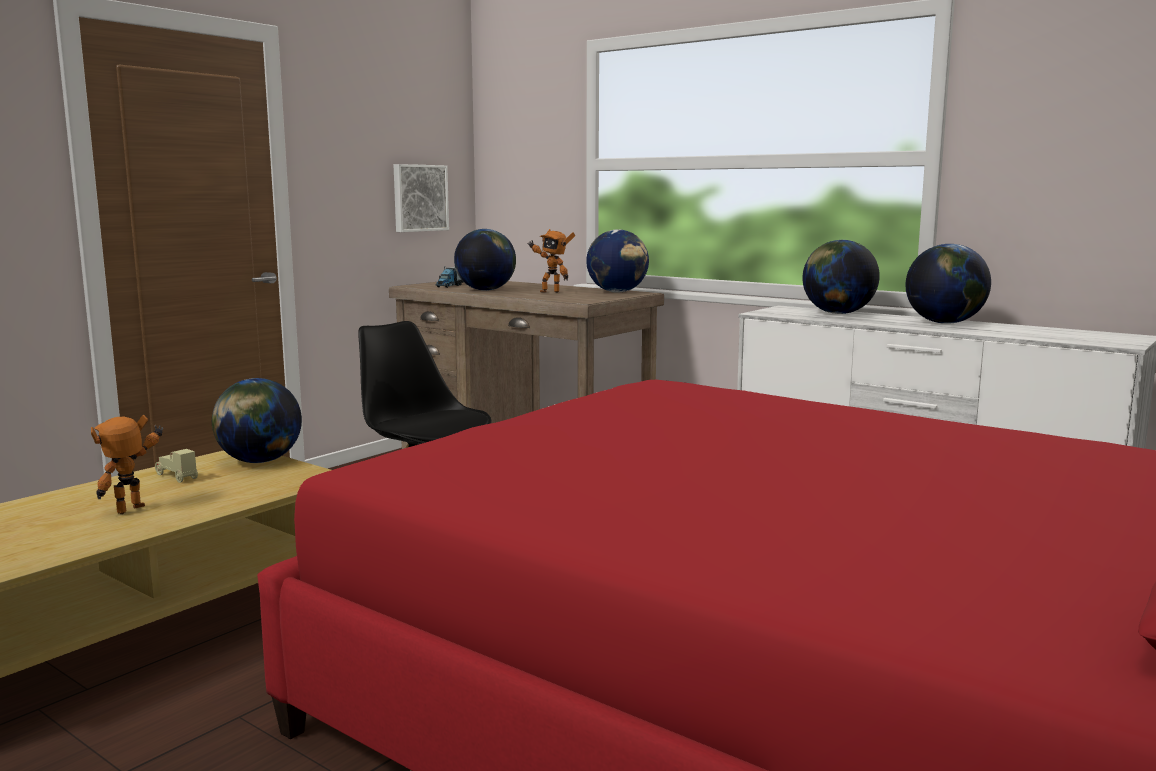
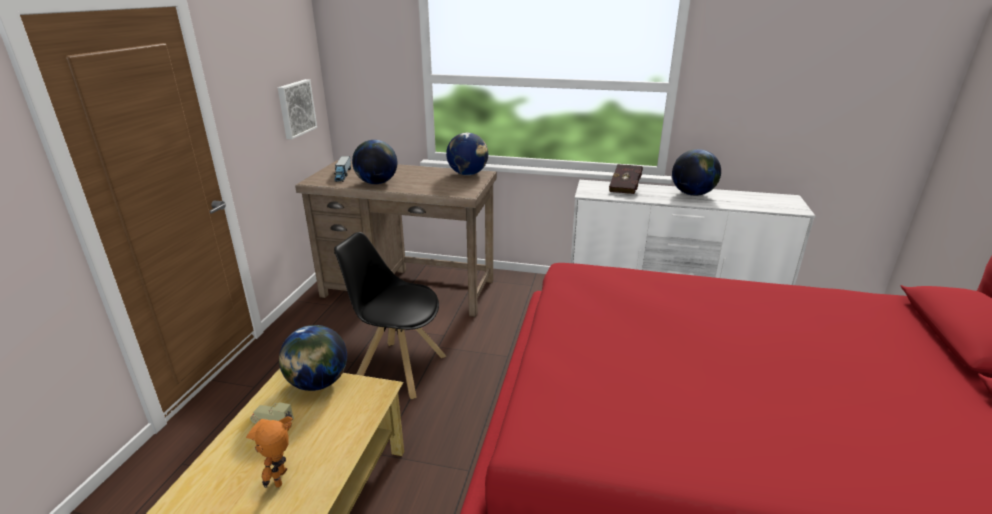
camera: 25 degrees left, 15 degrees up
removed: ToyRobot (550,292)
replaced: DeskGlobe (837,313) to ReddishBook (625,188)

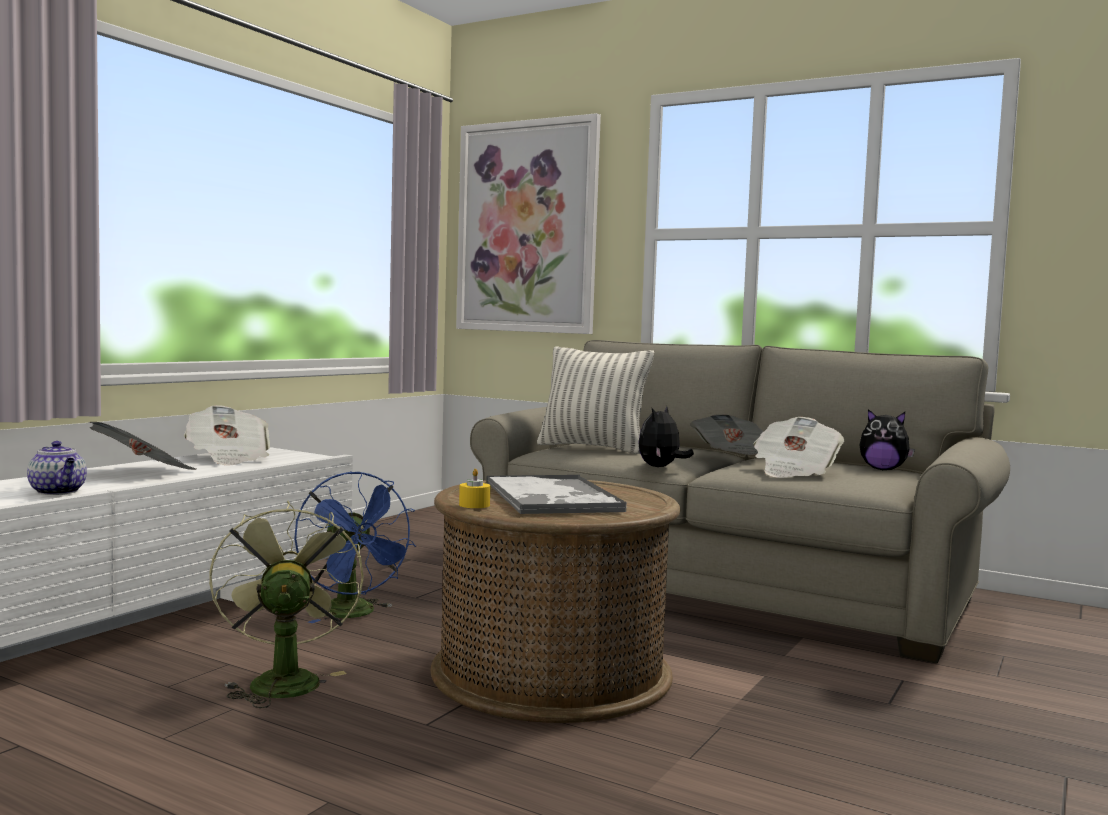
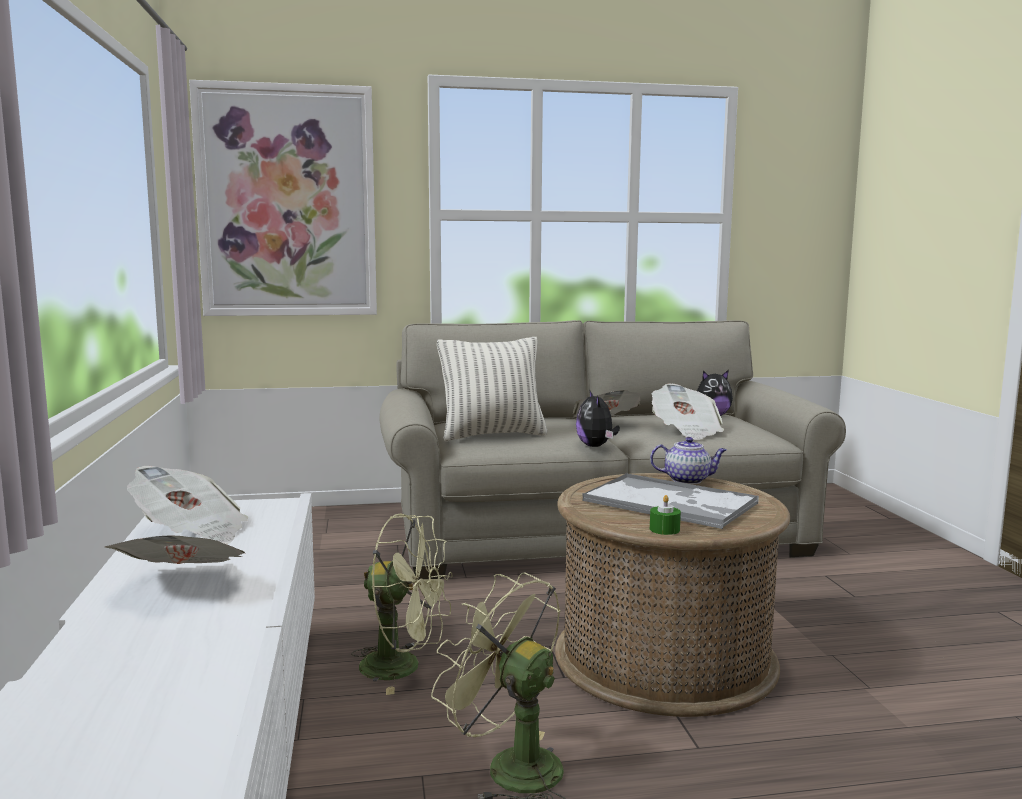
camera: 40 degrees left, 5 degrees up
moved: TeaPot (58,492) to (688,480)
recoloured: BlueCoolingFan (354,614) to GreenColouredCoolingFan (403,667); YellowishWaxCandle (474,505) to GreenColouredWaxCandle (664,529)

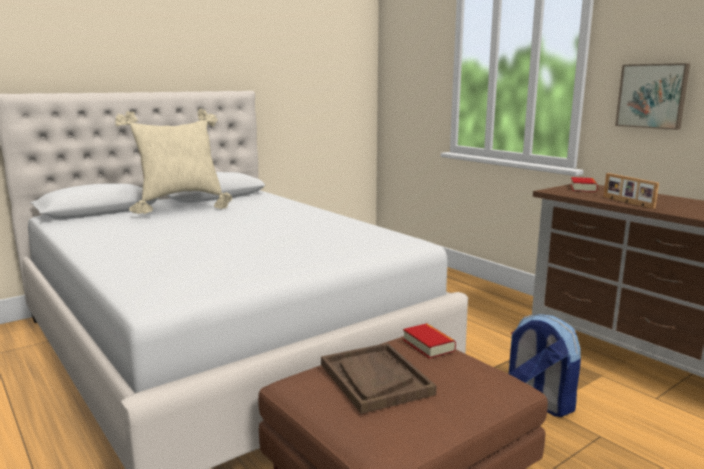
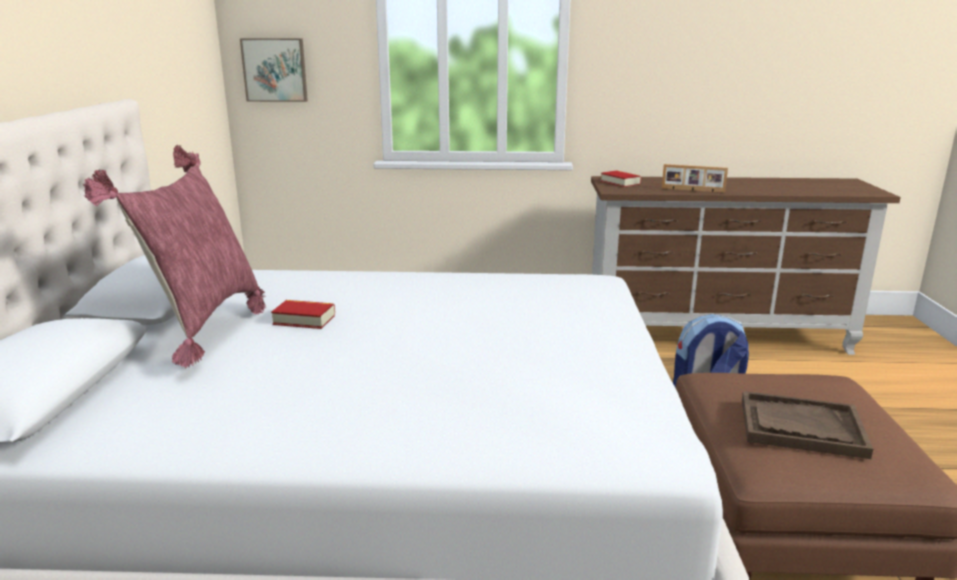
camera: 50 degrees left, 5 degrees up
moved: Book (428,345) to (304,320); WallPicture (652,96) to (275,70)
recoloured: SandColouredPillow (179,210) to ReddishPillow (200,338)

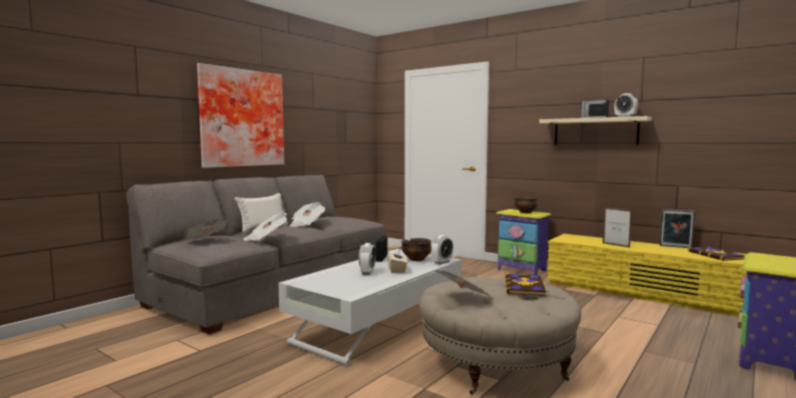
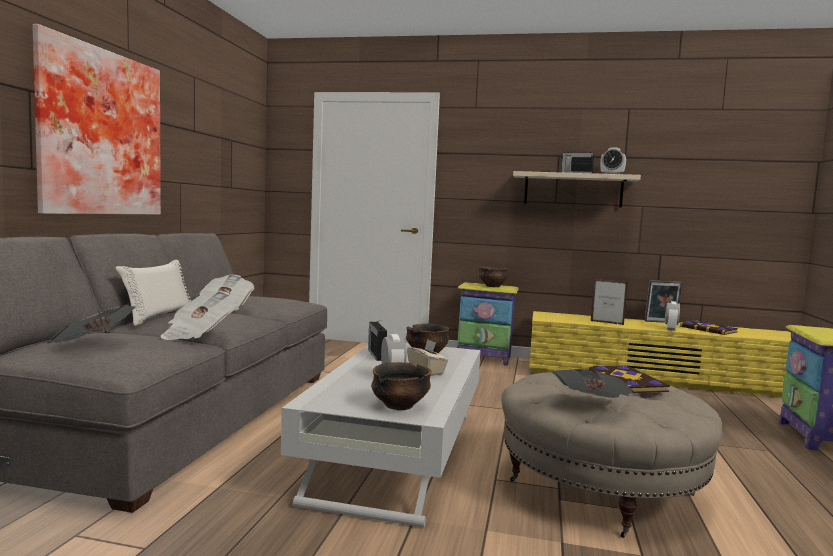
camera: 25 degrees left, 0 degrees up
added: DeepDish (399,406)
moved: AlarmClock (442,262) to (670,329)

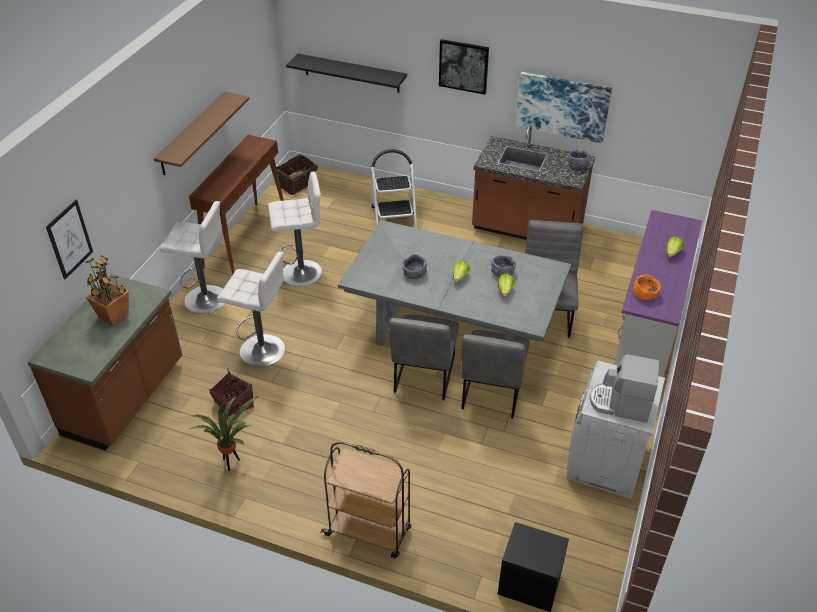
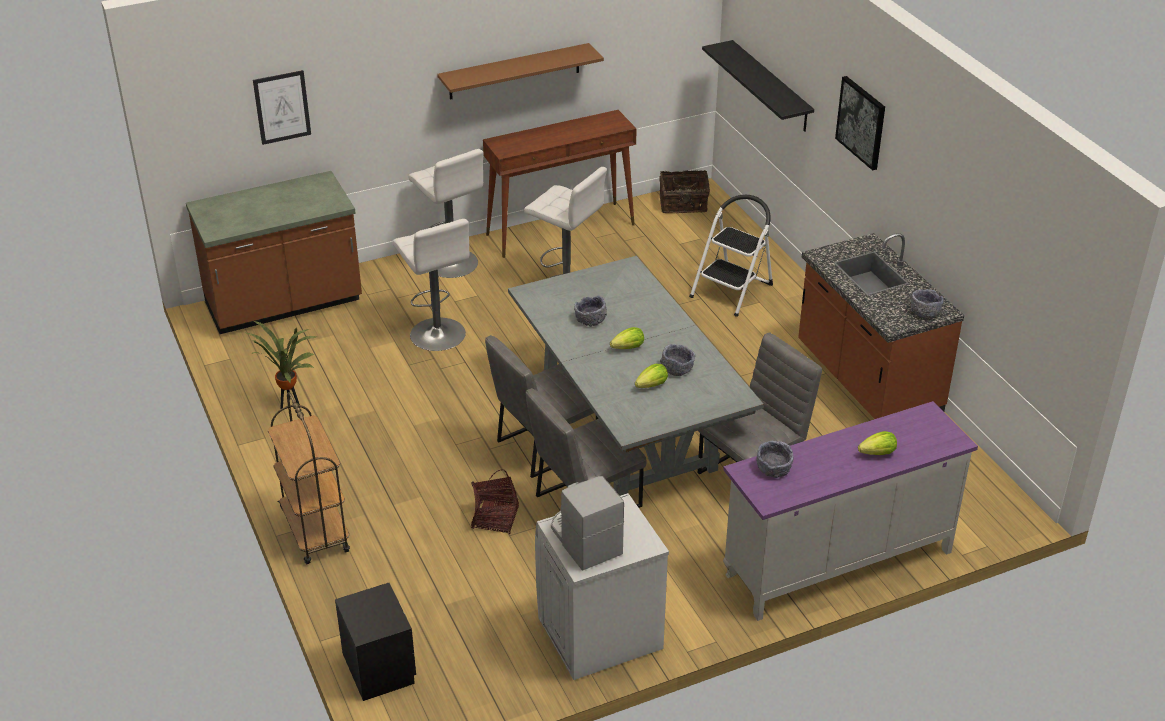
camera: 45 degrees right, 5 degrees down
removed: Houseplant (113,317); WallPicture (562,106)
moved: HouseholdBasket (234,404) to (495,518)
recoloured: OrangeColouredDeepDish (644,294) to GrayDeepDish (774,469)

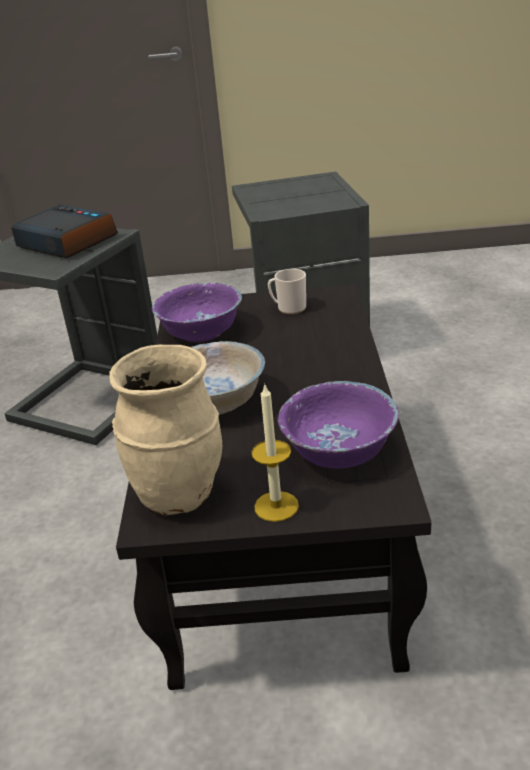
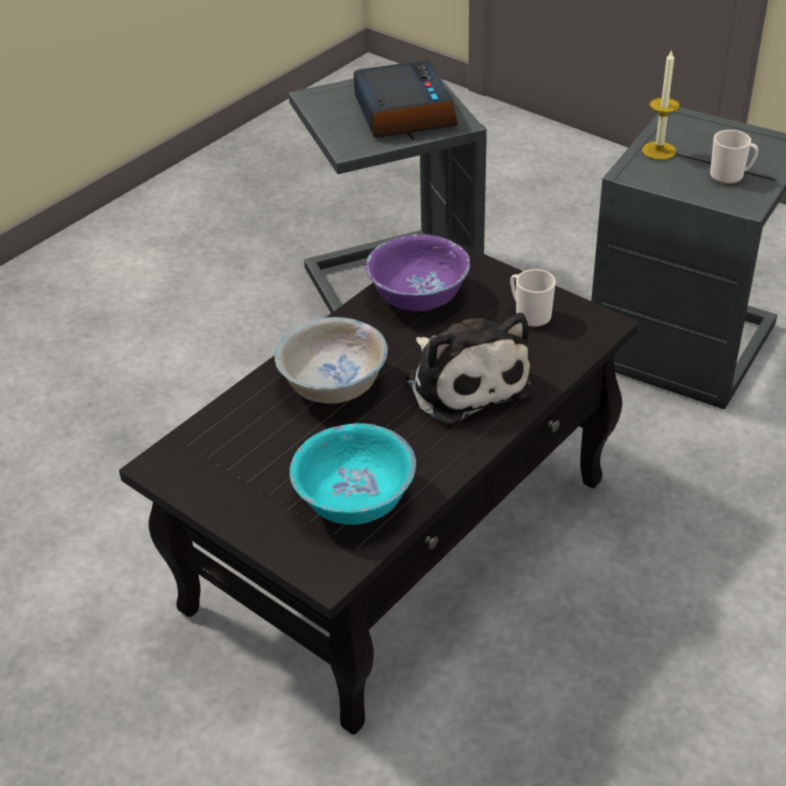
camera: 40 degrees right, 10 degrees up
removed: SandColouredVase (179,494)
added: PlushToy (465,381); TeaMug (730,176)
moved: WaxCandle (276,506) to (659,150)
recoloured: PurpleColouredDeepDish (339,450) to TurquoiseColouredDeepDish (356,499)

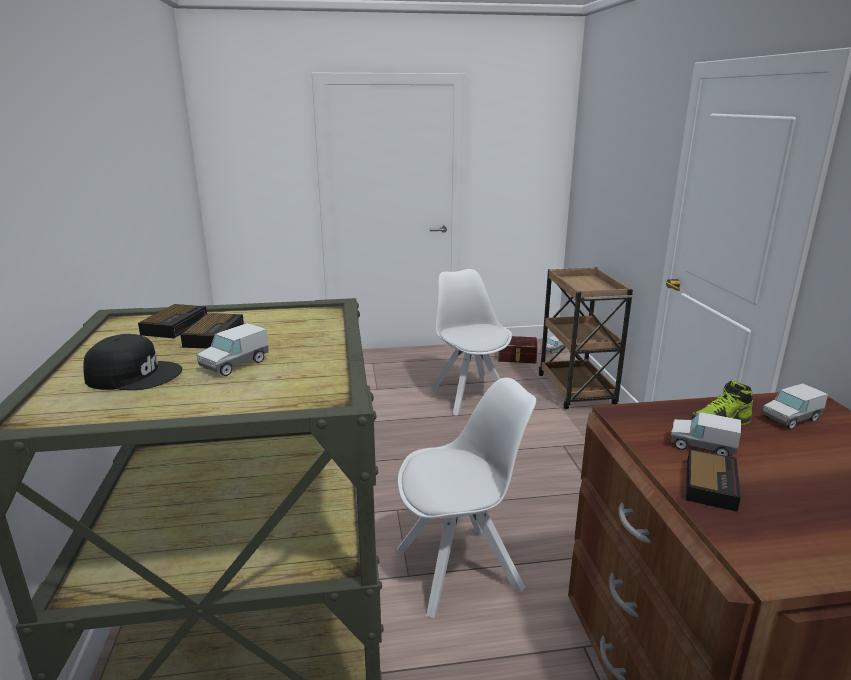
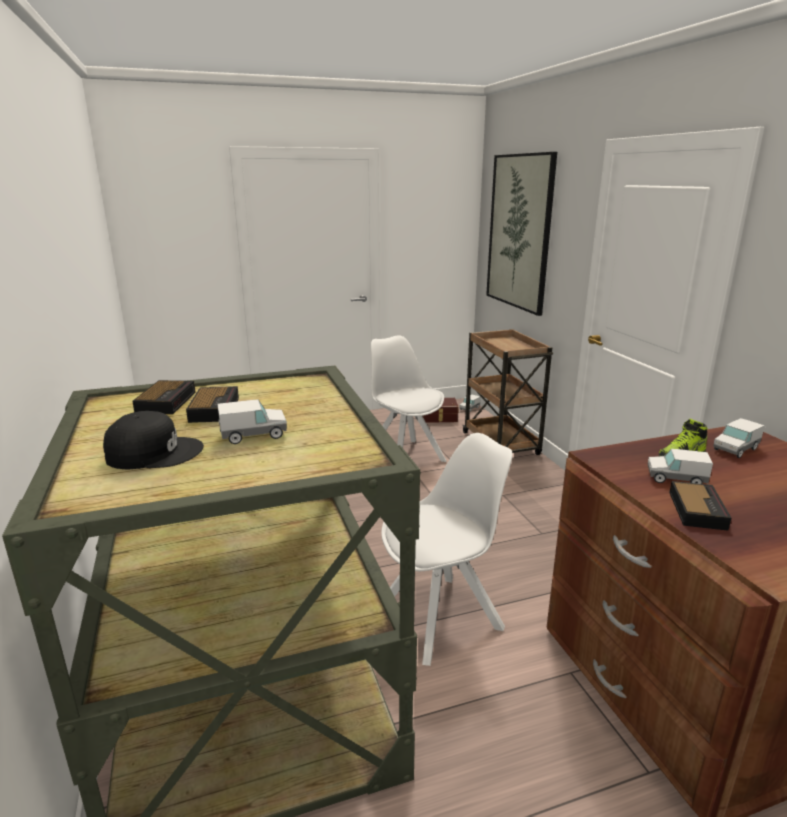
camera: 10 degrees left, 0 degrees up
added: WallPicture (519,232)
turned: ModelTruck (235,364) = (253,435) 135 degrees counterclockwise

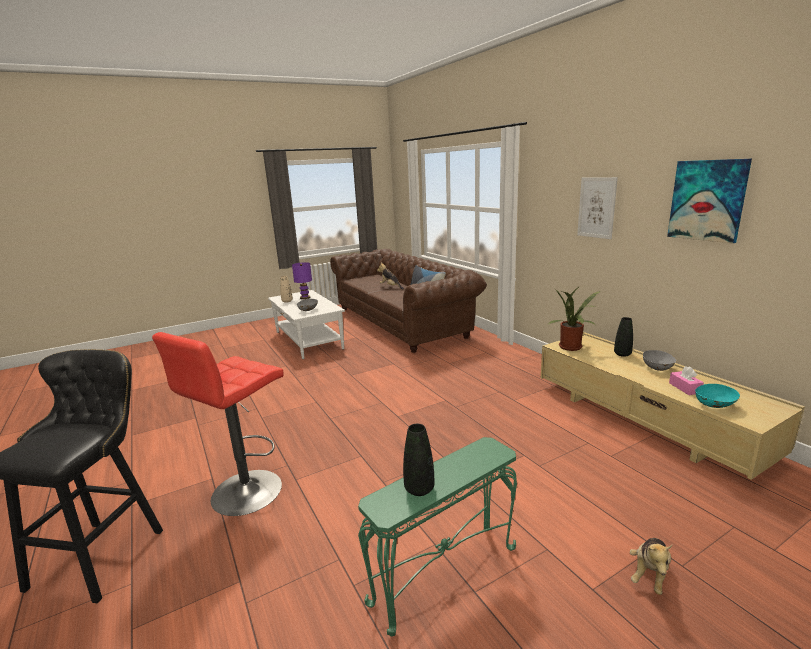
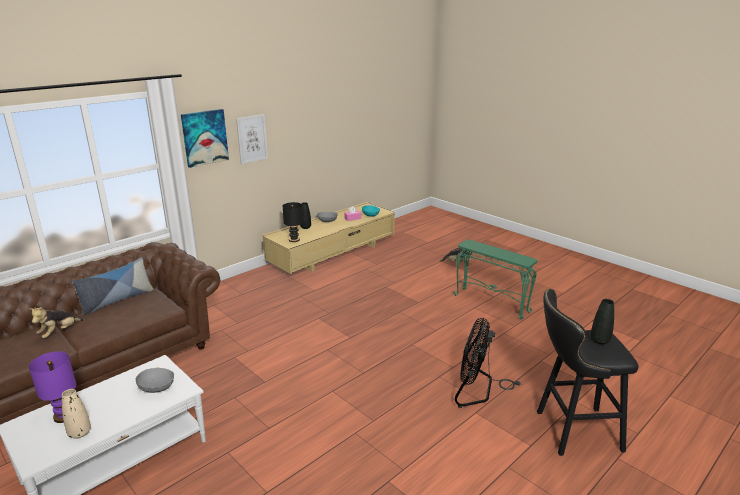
camera: 105 degrees left, 5 degrees up
moved: BlackVase (419,489) to (600,340); WallPicture (707,200) to (204,137)
replaced: ReddishStool (246,492) to BlackCoolingFan (479,386); Houseplant (572,348) to BlackTableLamp (294,240)

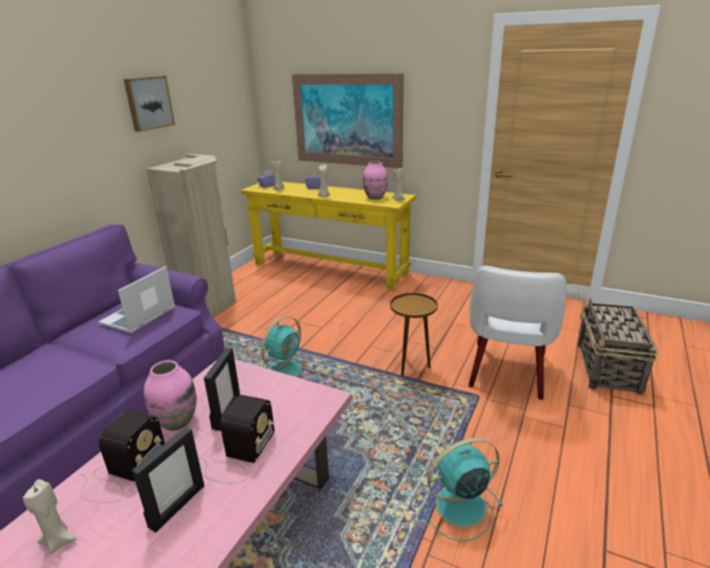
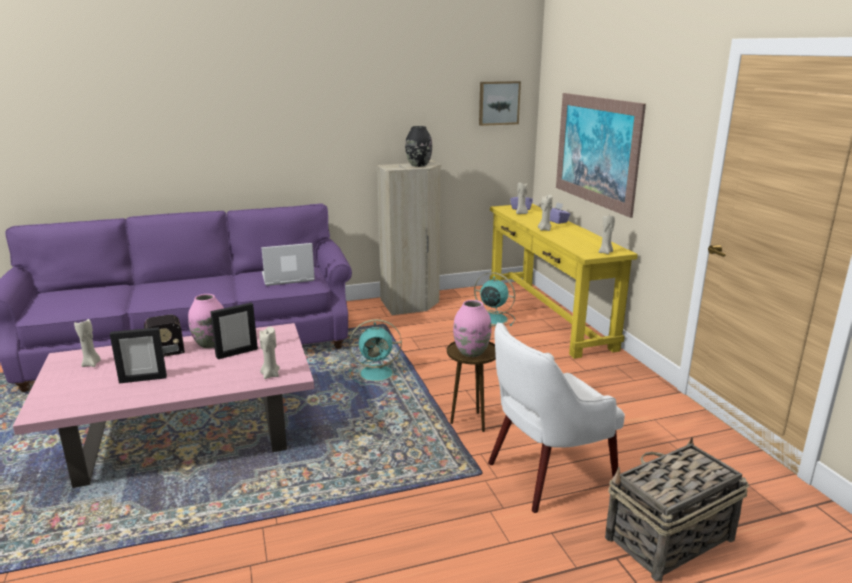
camera: 45 degrees right, 5 degrees down
removed: RadioReceiver (239,455)
added: SandColouredWaxCandle (270,375); BlackVase (418,165)
moved: WallPicture (148,103) to (498,103); PinkColouredVase (375,197) to (471,352); TurquoiseColouredCoolingFan (458,506) to (491,318)

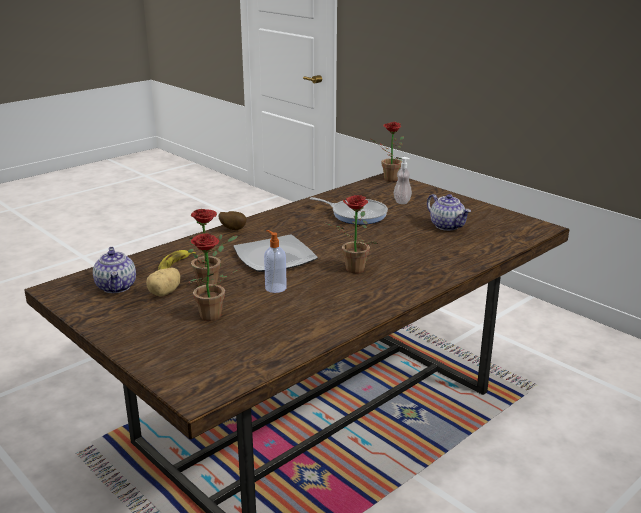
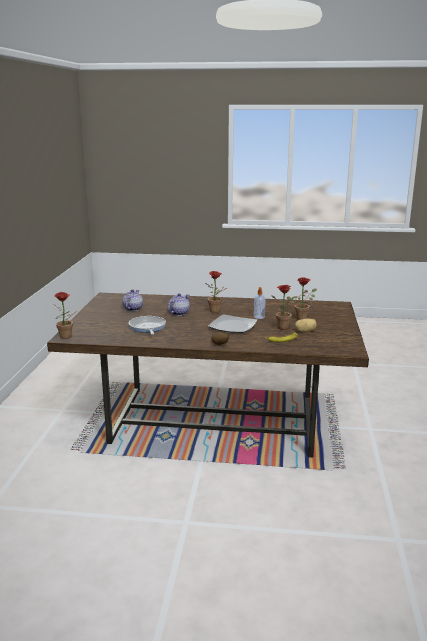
camera: 130 degrees left, 5 degrees down
removed: LiquidSoapBottle (402,201)
moved: TeaPot (117,287) to (179,313)

